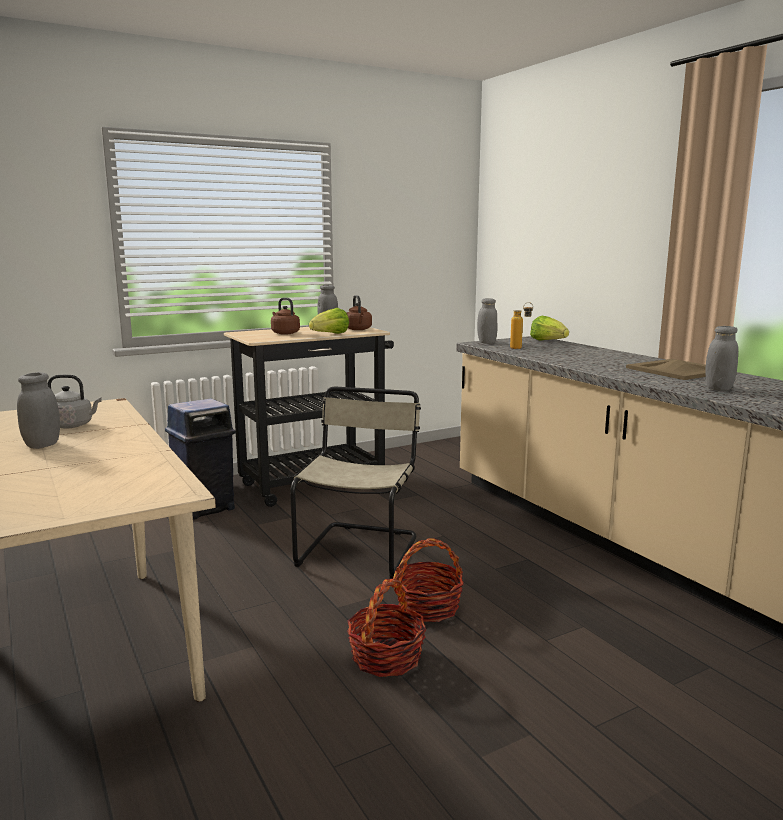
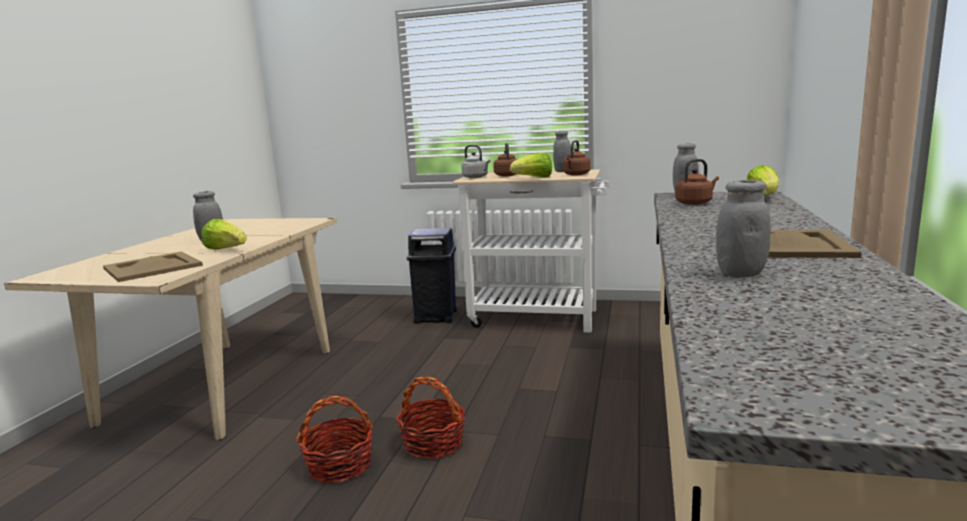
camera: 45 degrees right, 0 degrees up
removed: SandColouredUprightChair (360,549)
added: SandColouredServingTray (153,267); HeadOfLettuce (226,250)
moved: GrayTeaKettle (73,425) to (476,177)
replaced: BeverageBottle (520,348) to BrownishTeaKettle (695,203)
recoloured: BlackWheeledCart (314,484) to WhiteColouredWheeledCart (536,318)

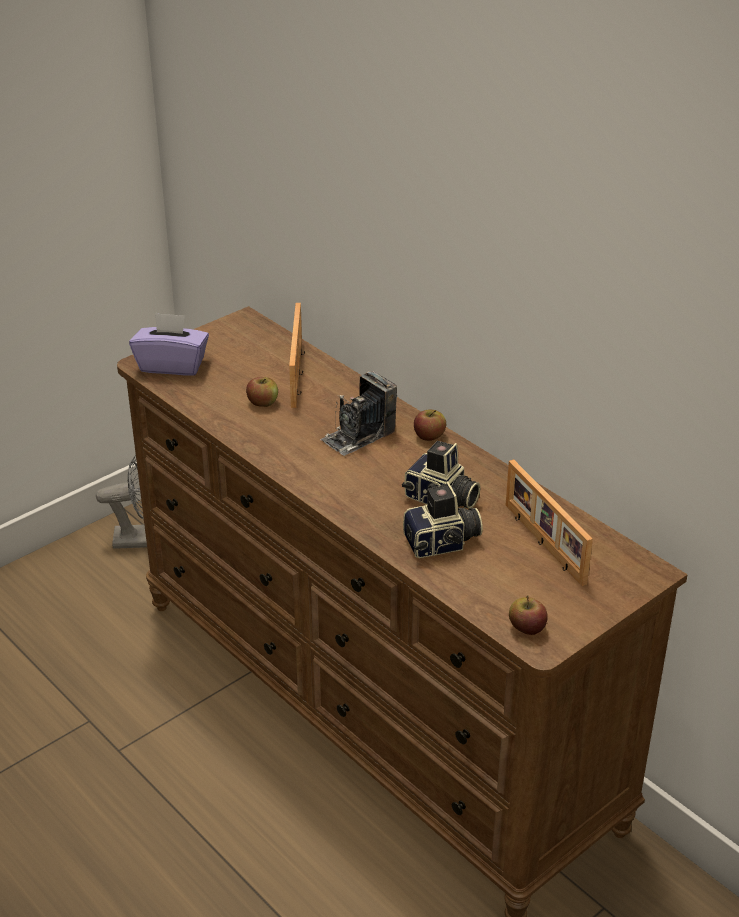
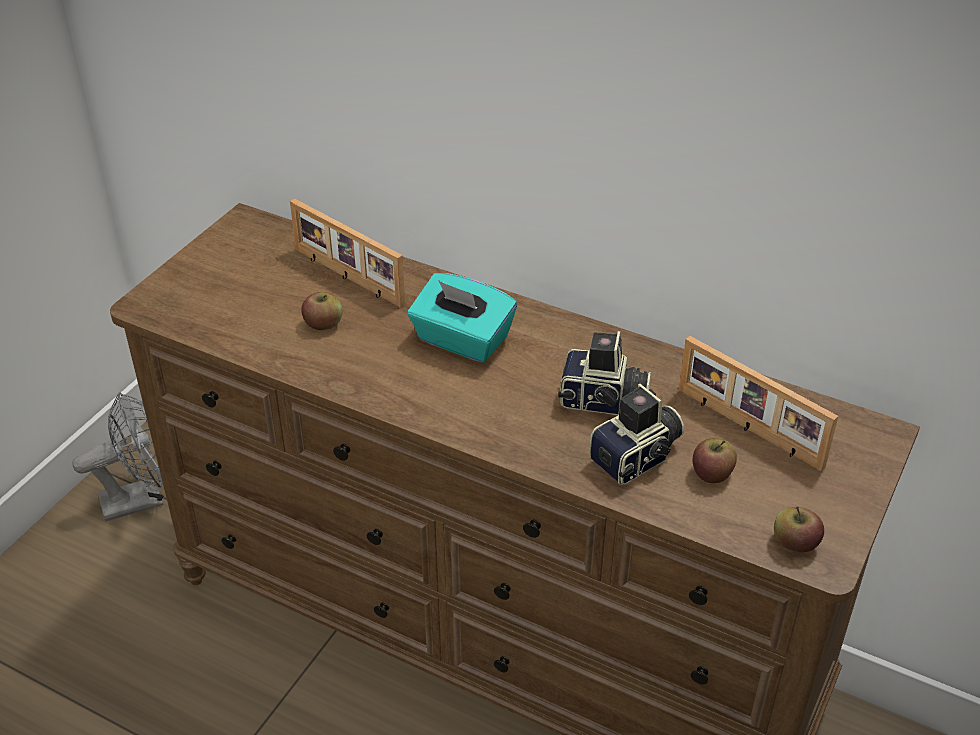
camera: 20 degrees left, 5 degrees up
removed: PurpleColouredBoxOfTissues (172,365)
moved: AppleFruit (429,436) to (712,473)
replaced: PhotoCamera (358,435) to TurquoiseColouredBoxOfTissues (462,341)
turned: PhotoFrame (298,374) = (347,277) 150 degrees clockwise

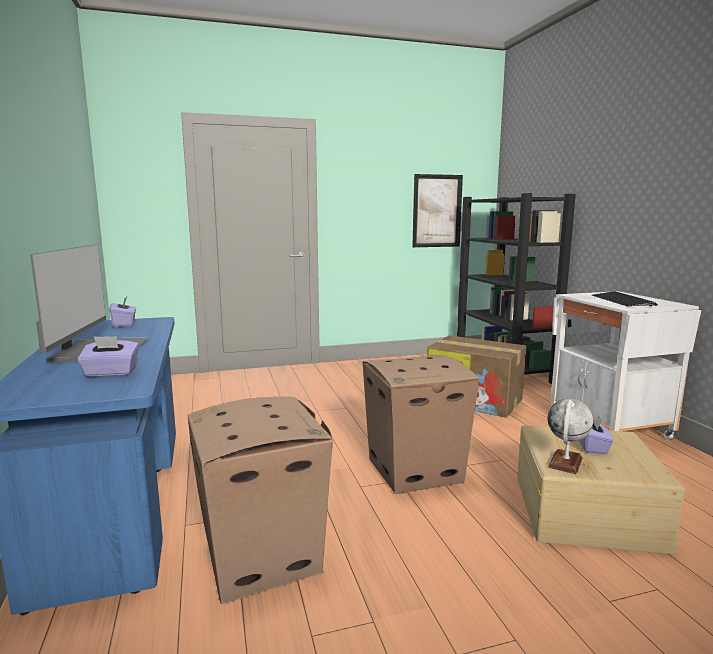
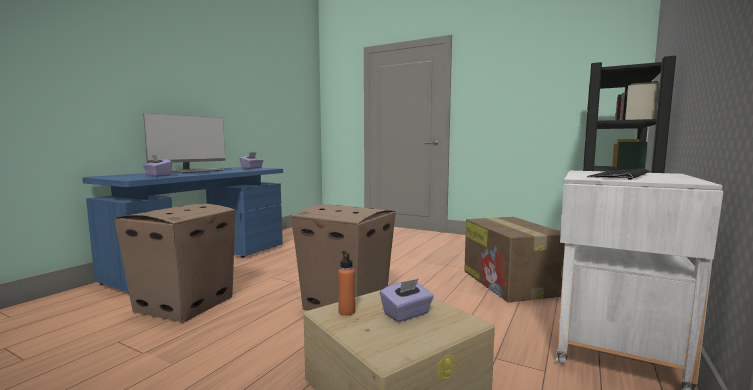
camera: 45 degrees right, 5 degrees down
removed: WallPicture (437,211)
replaced: DeskGlobe (565,463) to OrangeColouredBeverageBottle (346,311)

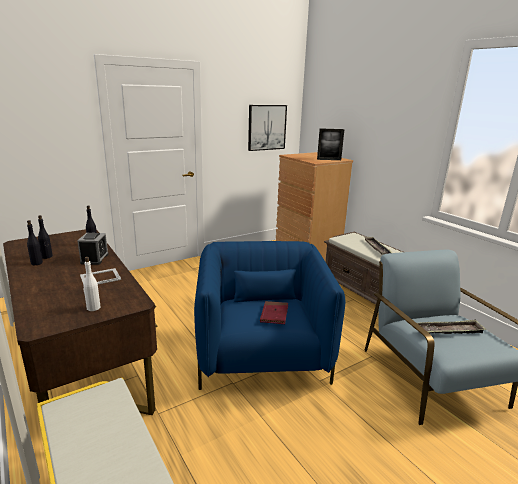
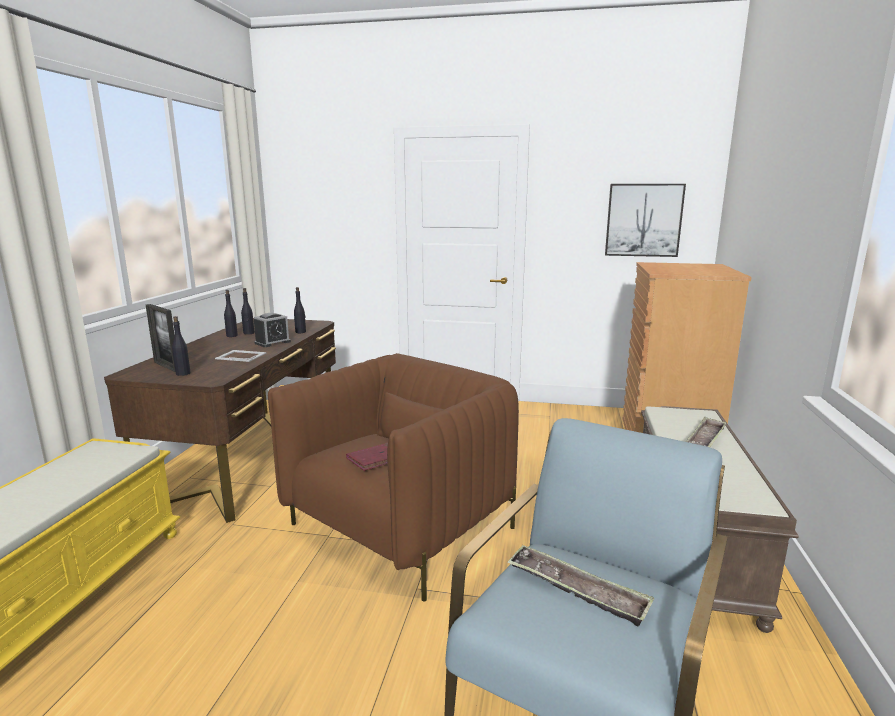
camera: 45 degrees right, 5 degrees down
moved: PhotoFrame (329,159) to (166,366)
recoloured: WhiteColouredBeverageBottle (93,308) to BlackBeverageBottle (183,373); BlueArmchair (262,355) to BrownishArmchair (402,526)

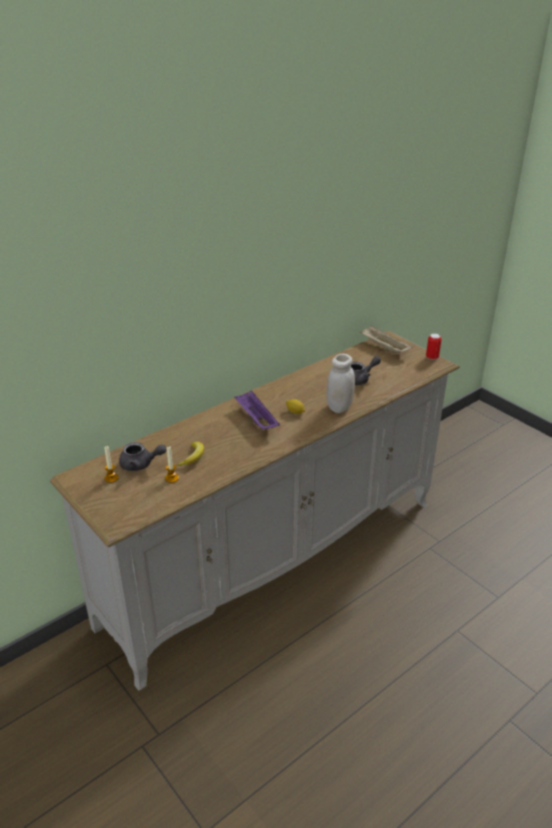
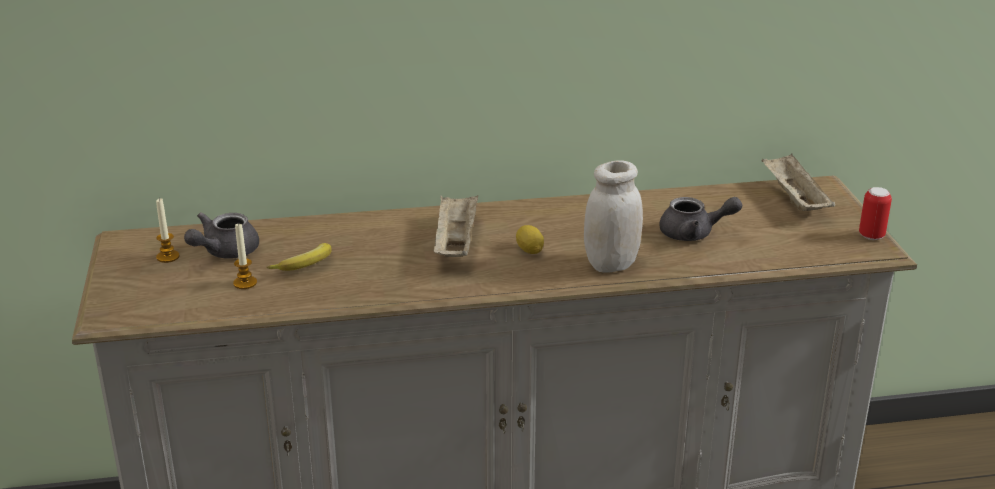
camera: 30 degrees right, 5 degrees down
recoloured: PurpleColouredServingTray (256,419) to SandColouredServingTray (455,243)
turned: GrayTeaPot (140,464) = (224,252) 90 degrees clockwise

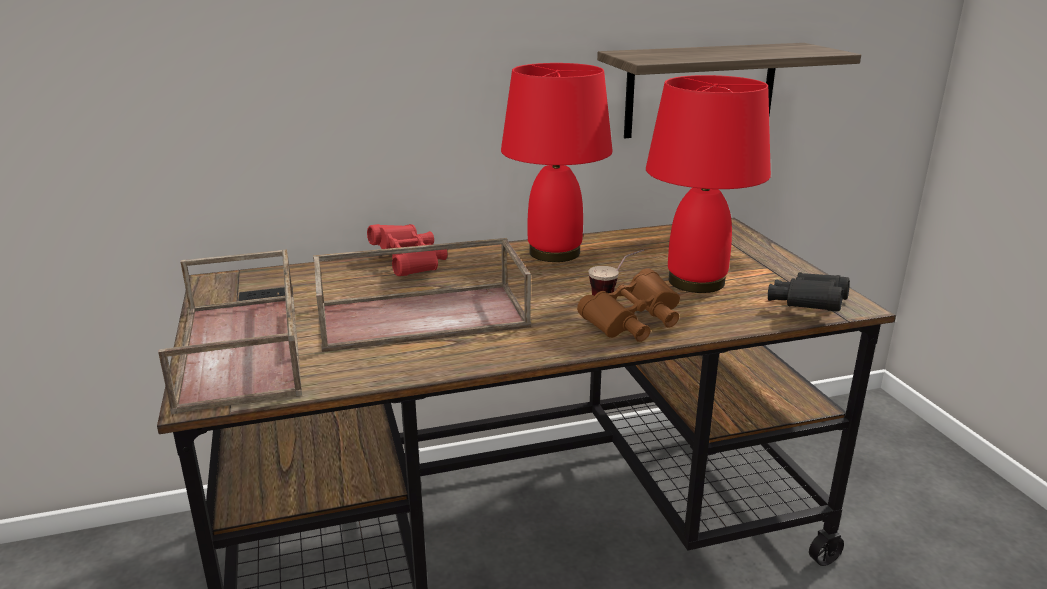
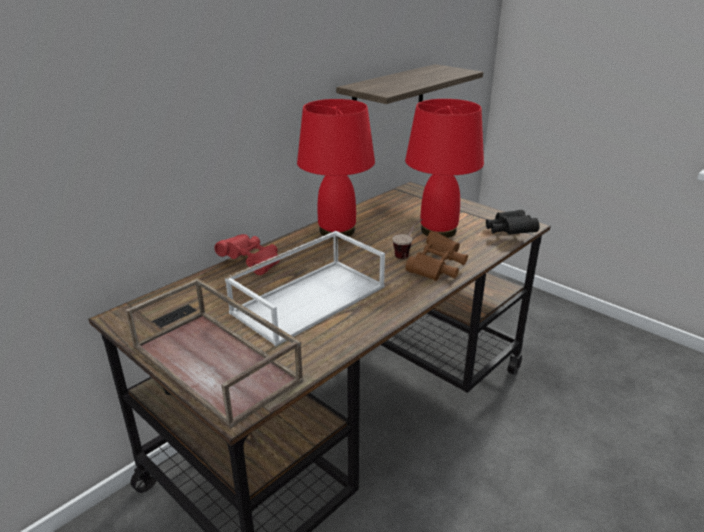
camera: 30 degrees left, 5 degrees up
recoloured: BrownishServingTray (424,315) to WhiteColouredServingTray (309,298)

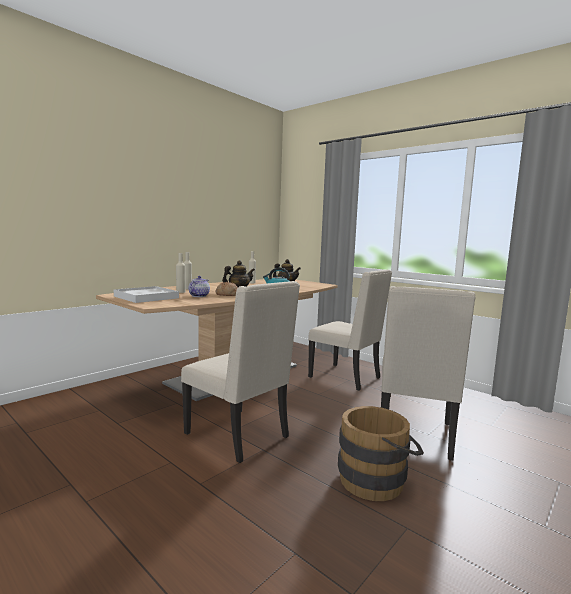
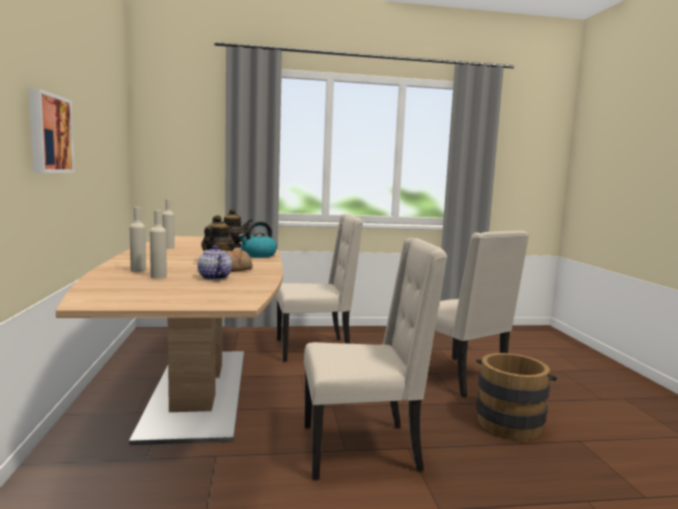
camera: 50 degrees left, 0 degrees up
removed: WhiteColouredServingTray (146,297)
added: WallPicture (48,133)

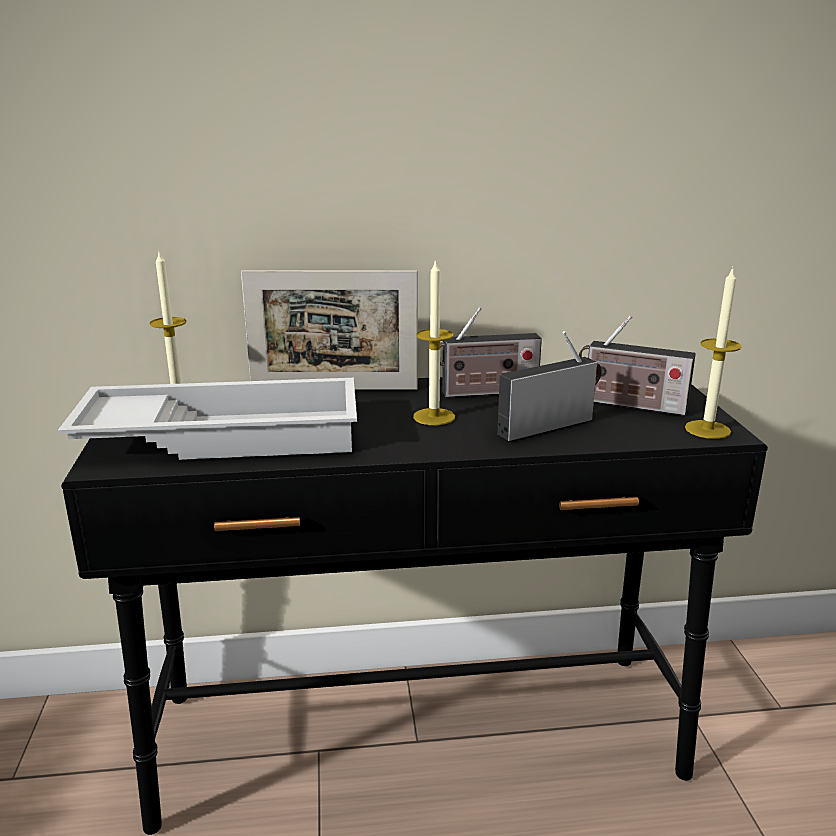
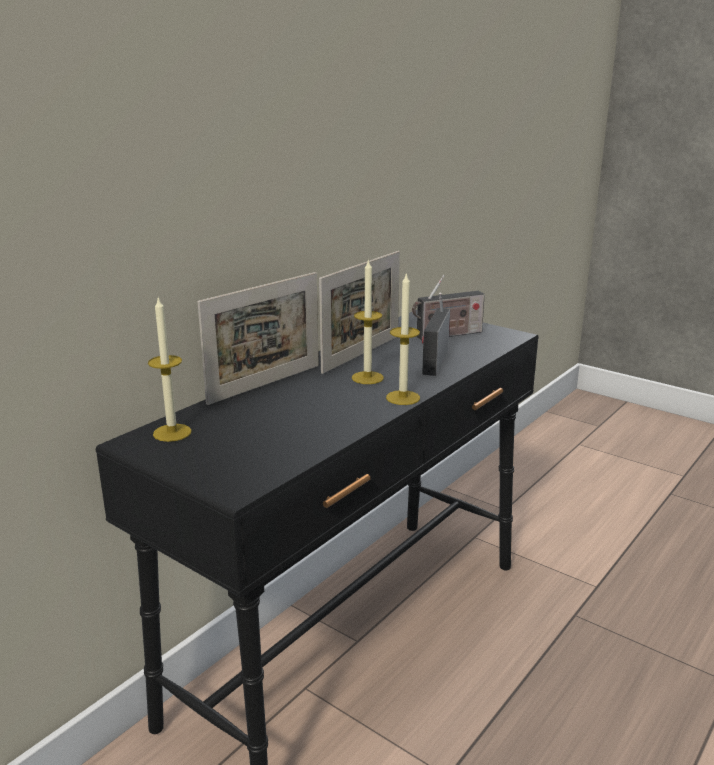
camera: 45 degrees left, 0 degrees up
removed: WhiteColouredServingTray (224,434)
moved: WaxCandle (707,429) to (403,398)
replaced: RadioReceiver (485,392) to PhotoFrame (361,354)

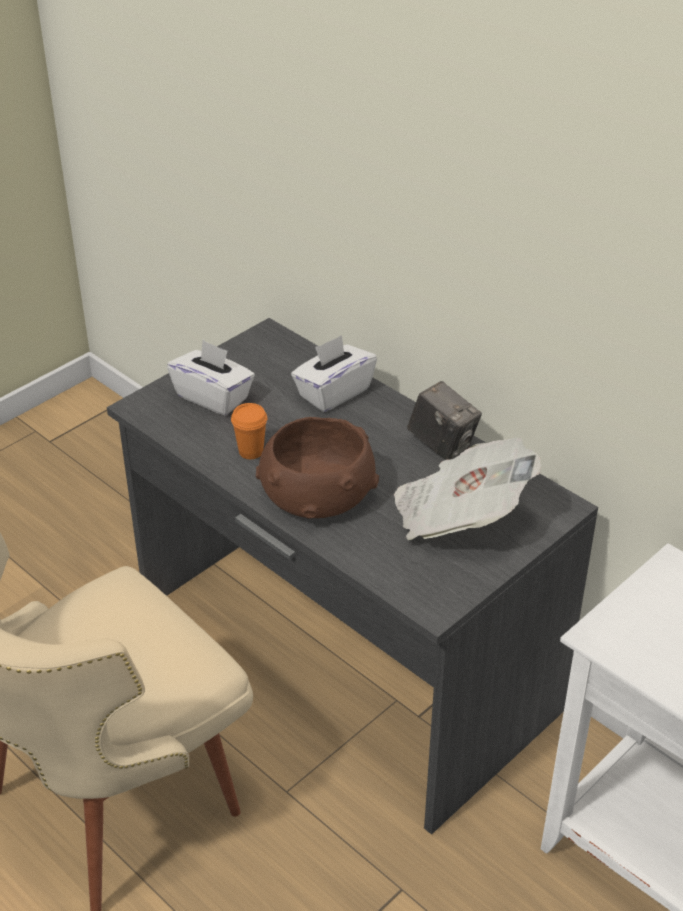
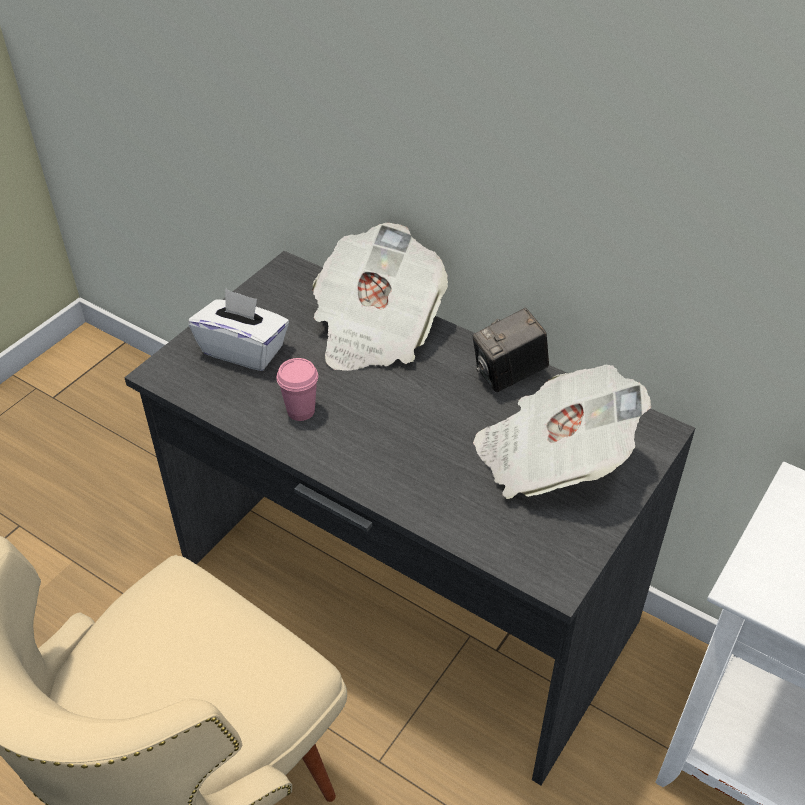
camera: 10 degrees left, 5 degrees up
removed: BrownishDeepDish (317,495)
replaced: WhiteColouredBoxOfTissues (333,392) to DailyPaper (375,329)
recoloured: OrangeColouredSmallCup (251,451) to PinkColouredSmallCup (301,411)
turned: PhotoCamera (442,444) = (509,375) 120 degrees clockwise

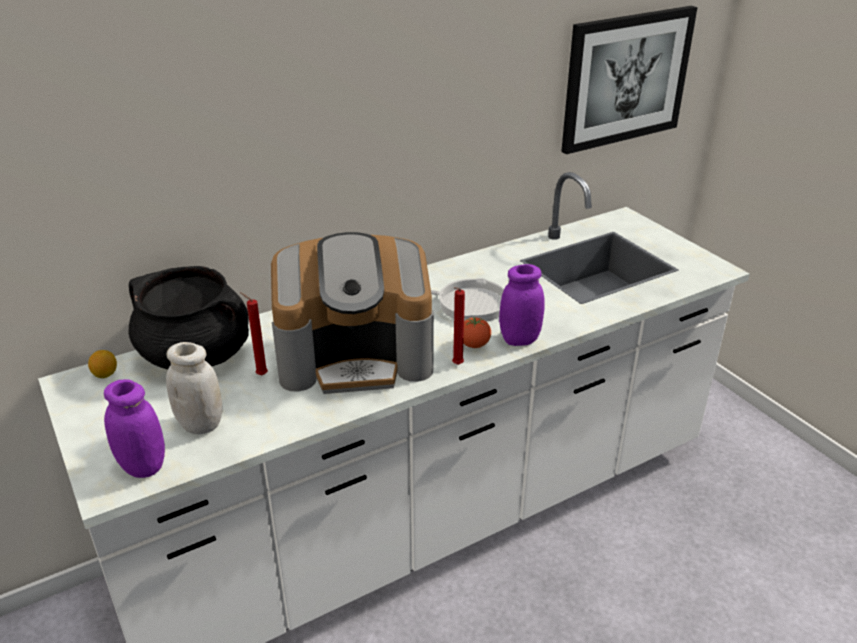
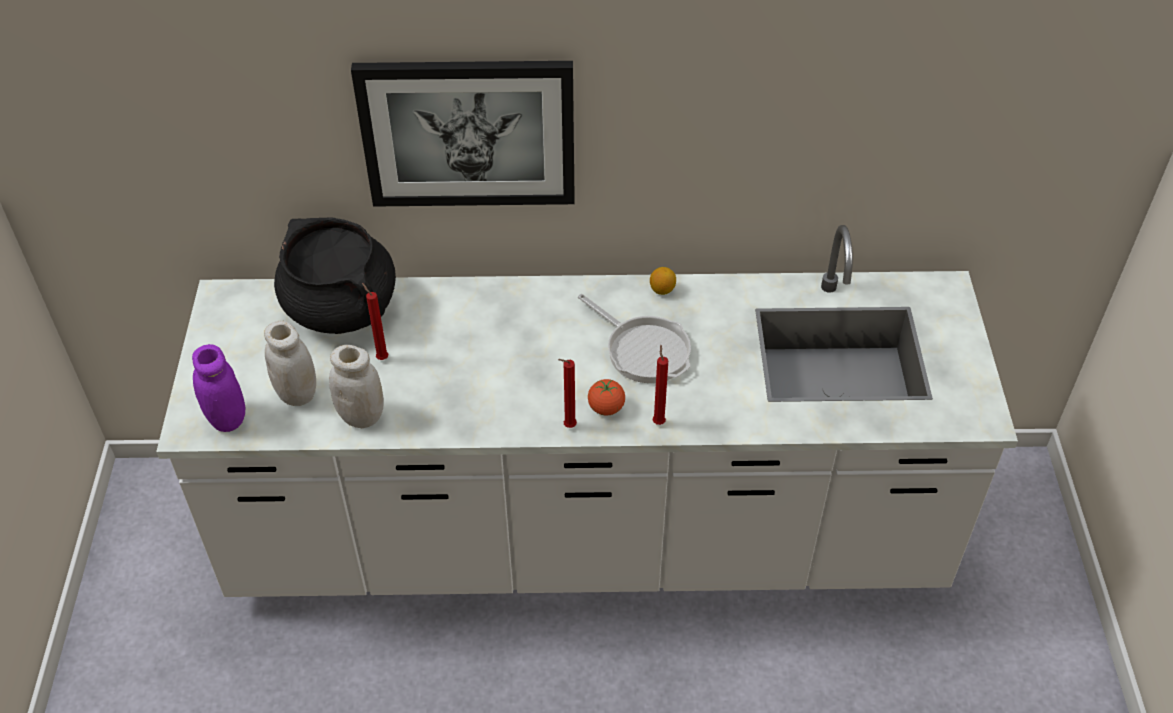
camera: 30 degrees right, 15 degrees up
removed: CoffeeBrewer (356,356)
added: WhiteColouredStorageJar (361,416)
moved: WholeLemon (105,374) to (662,290); WallPicture (626,78) to (468,133)
replaced: PurpleColouredStorageJar (519,339) to ReddishWaxCandle (658,421)

